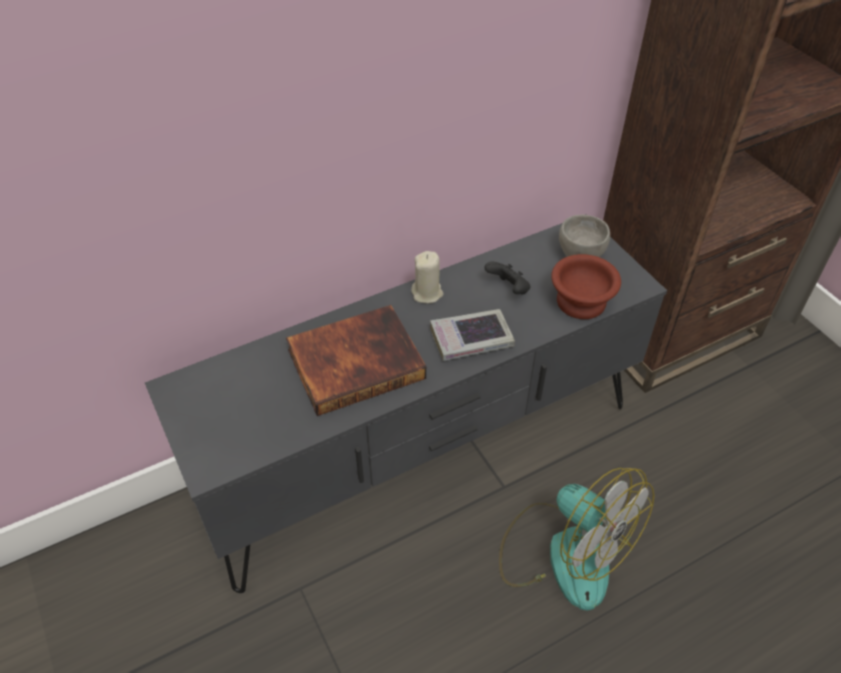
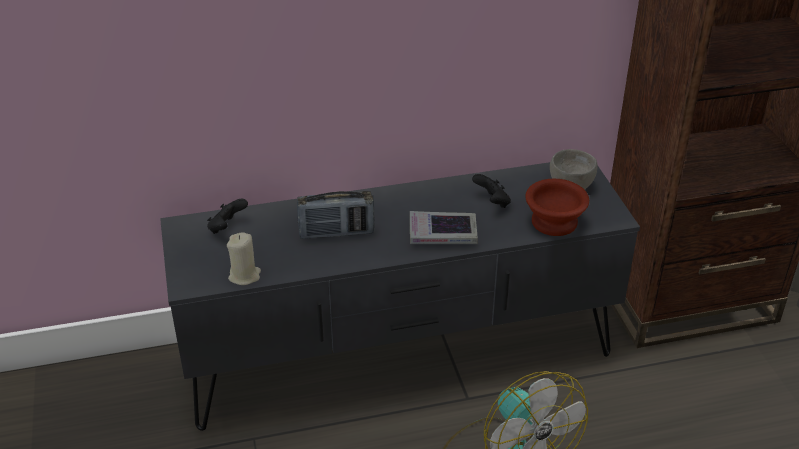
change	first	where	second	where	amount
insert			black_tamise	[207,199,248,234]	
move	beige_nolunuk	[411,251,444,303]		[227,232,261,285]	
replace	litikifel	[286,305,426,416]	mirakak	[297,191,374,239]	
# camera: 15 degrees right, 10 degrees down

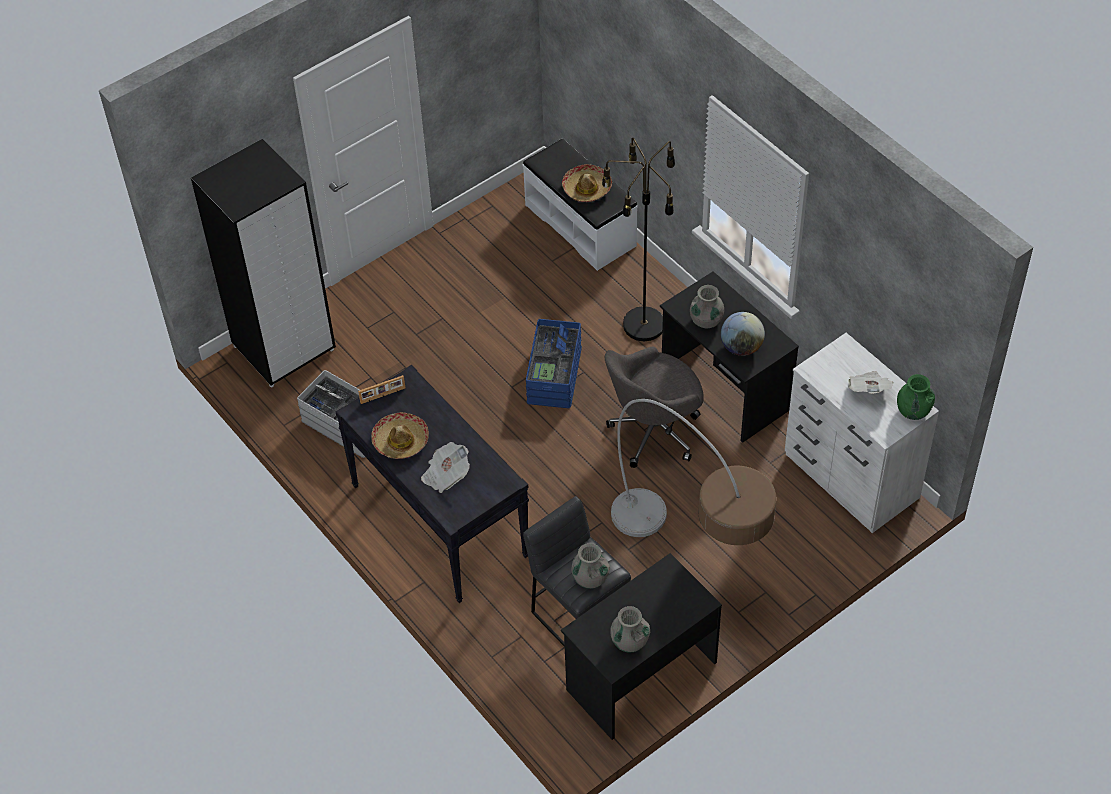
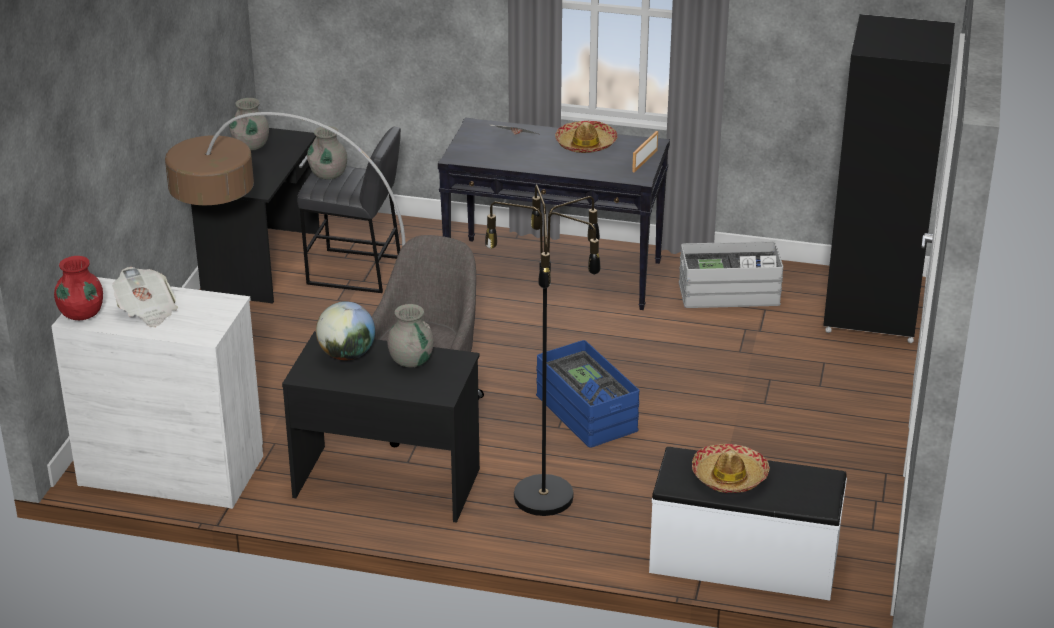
change	first	where	second	where	amount
recolor	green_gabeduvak	[897,374,935,420]	red_gabeduvak	[54,256,103,320]	
# camera: 140 degrees right, 20 degrees down

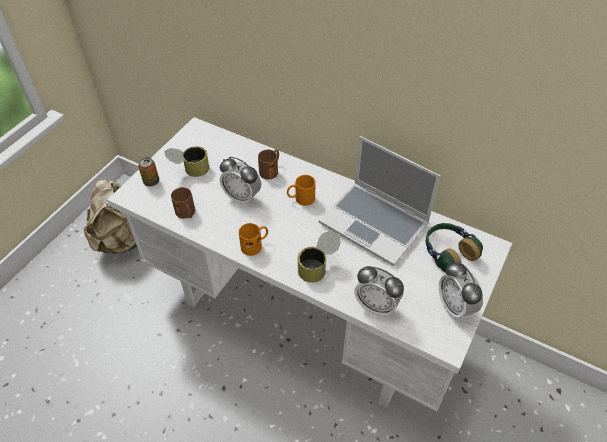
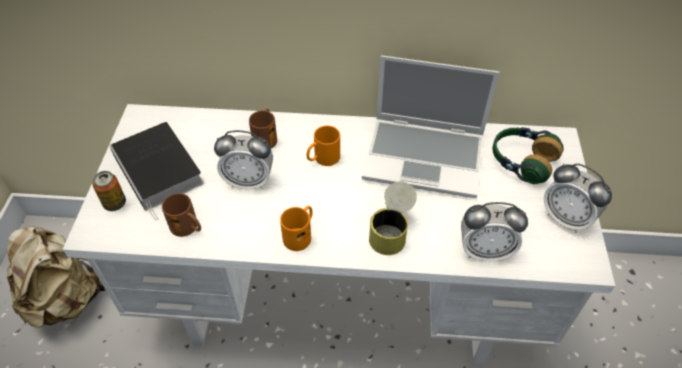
change	first	where	second	where	amount
replace	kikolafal	[165,146,209,177]	litikifel	[109,122,204,221]	
# camera: 25 degrees left, 0 degrees up

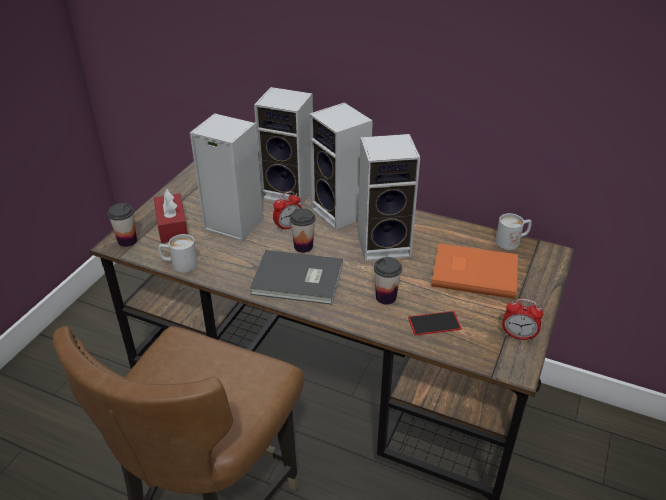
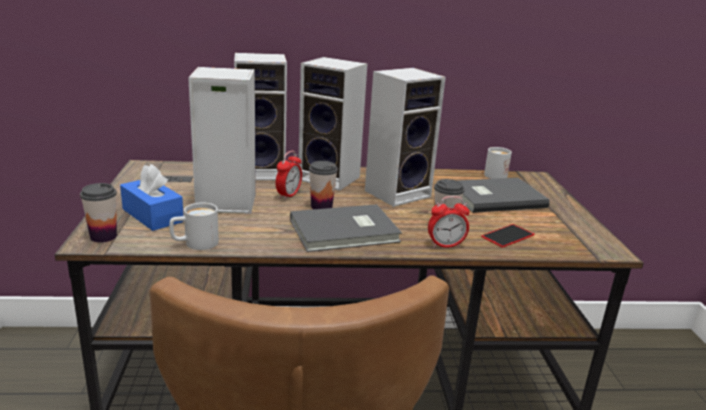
change	first	where	second	where	amount
move	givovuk	[502,299,543,341]		[428,196,470,248]	
recolor	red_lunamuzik	[154,189,188,243]	blue_lunamuzik	[120,164,184,231]	
recolor	orange_litikifel	[431,243,518,299]	grey_litikifel	[458,178,550,213]	
# camera: 30 degrees left, 15 degrees down

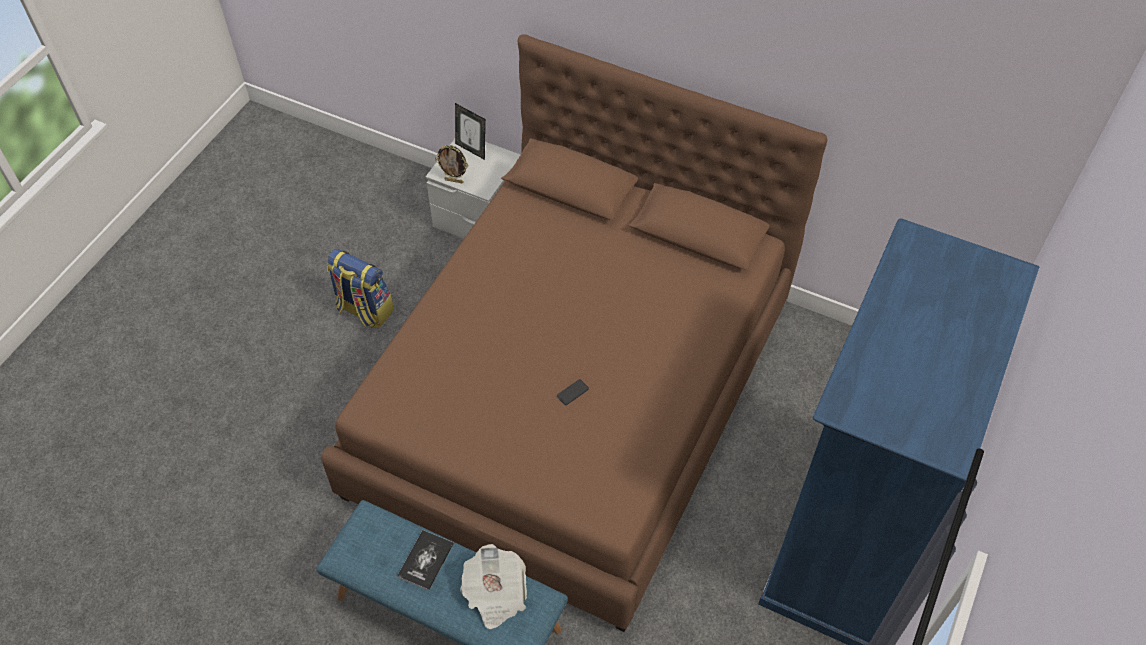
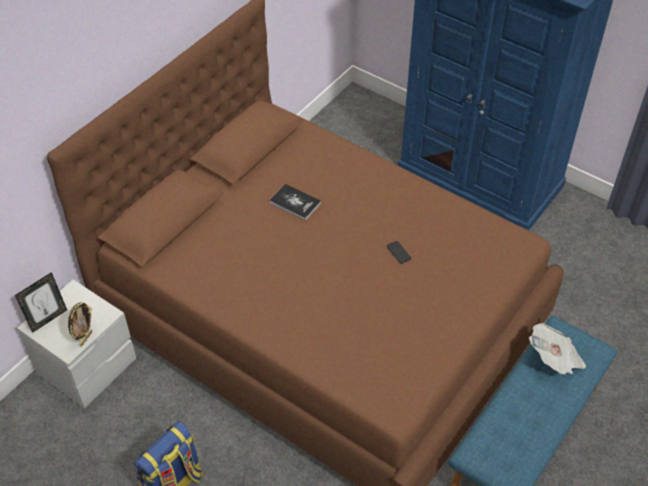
change	first	where	second	where	amount
move	litikifel	[397,530,454,591]		[269,184,321,221]	
# camera: 80 degrees left, 5 degrees down

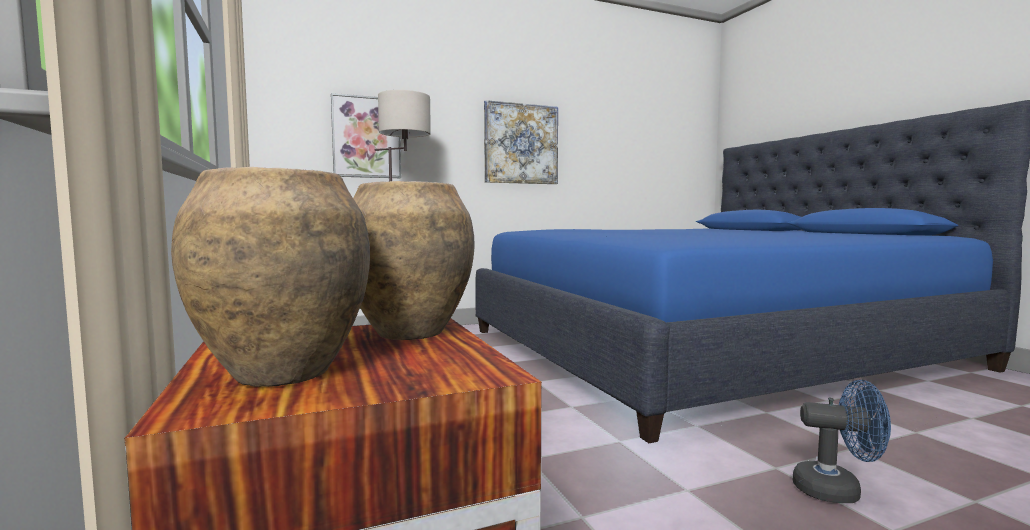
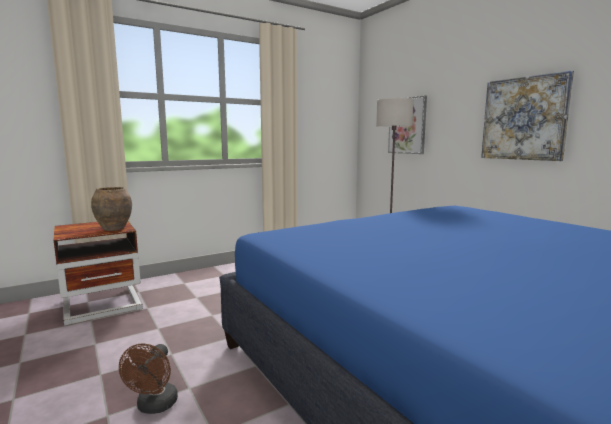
change	first	where	second	where	amount
delete	brown_gabeduvak	[171,167,370,387]			
recolor	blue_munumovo	[793,380,891,503]	brown_munumovo	[119,344,178,414]	
# camera: 80 degrees right, 5 degrees up

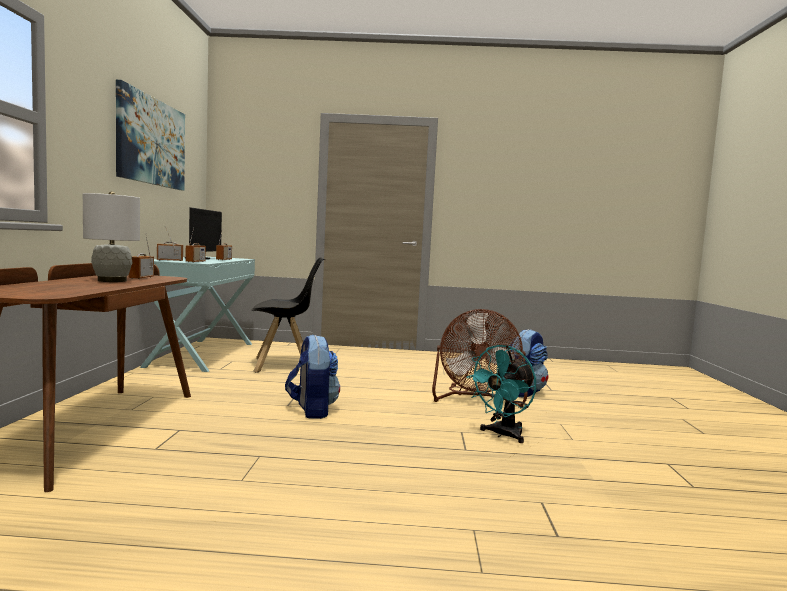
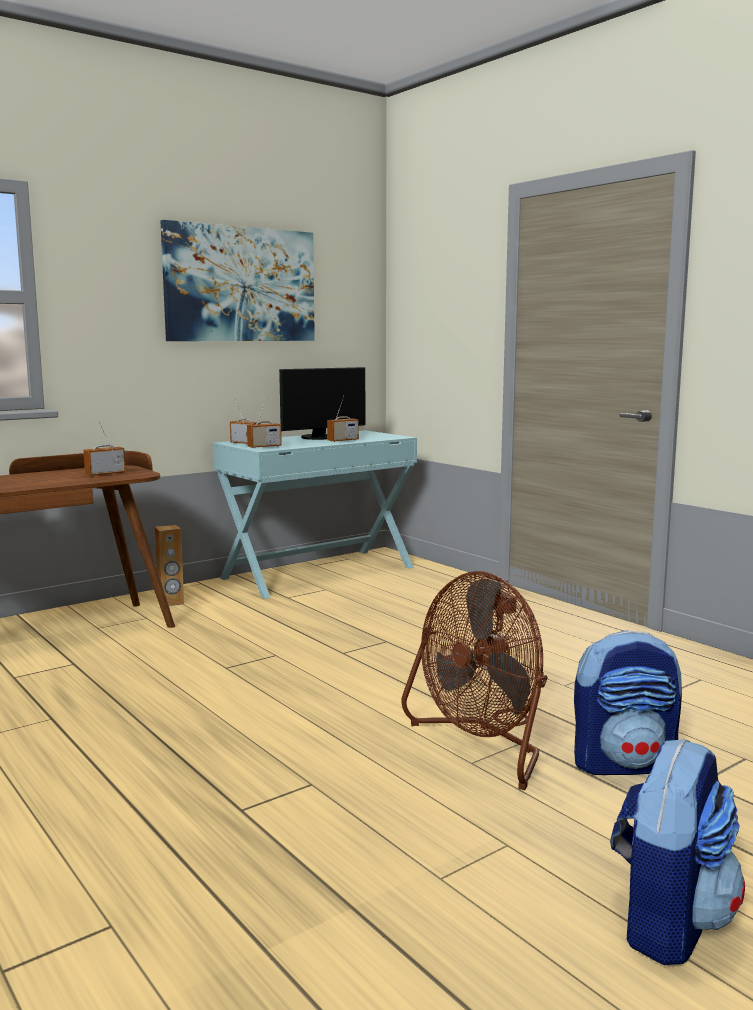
change	first	where	second	where	amount
delete	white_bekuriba	[83,191,140,282]			
delete	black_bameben	[251,257,325,373]			
delete	turquoise_munumovo	[466,345,536,443]			
insert			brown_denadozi	[155,525,184,606]	
move	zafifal	[285,334,340,419]		[610,738,745,965]	
# camera: 50 degrees right, 5 degrees up

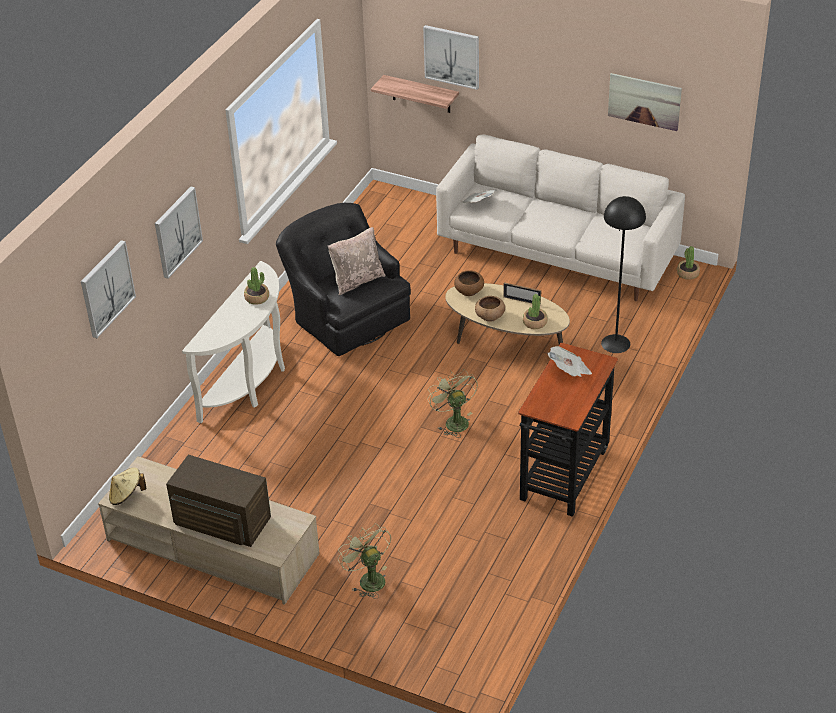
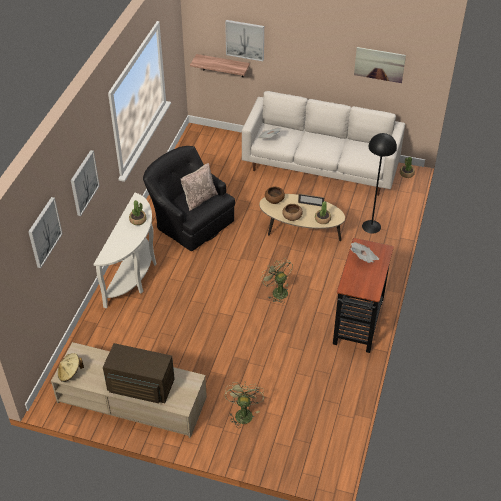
change	first	where	second	where	amount
rotate	green_munumovo	[338,523,391,599]		[224,381,264,427]	45 degrees clockwise
# camera: 10 degrees left, 5 degrees up

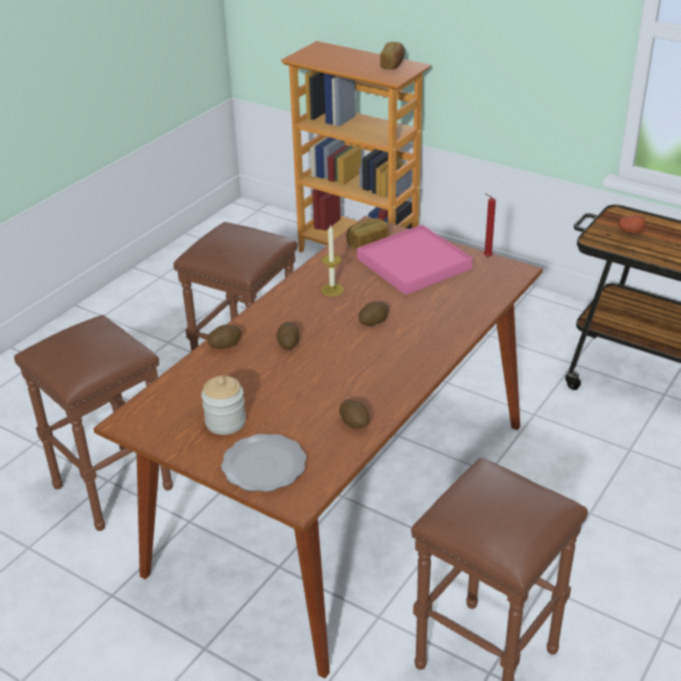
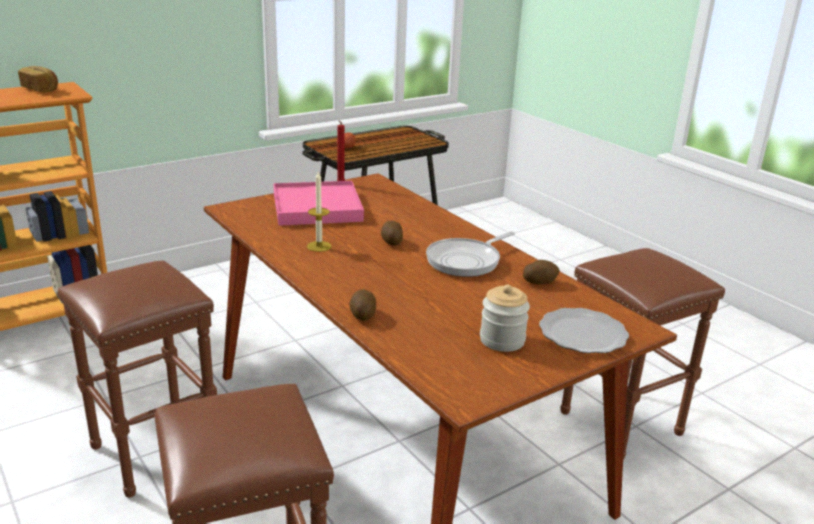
change	first	where	second	where	amount
delete	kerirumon	[276,322,299,350]			
delete	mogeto	[346,218,389,250]			
insert			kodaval	[426,231,515,277]	
# camera: 70 degrees left, 10 degrees down

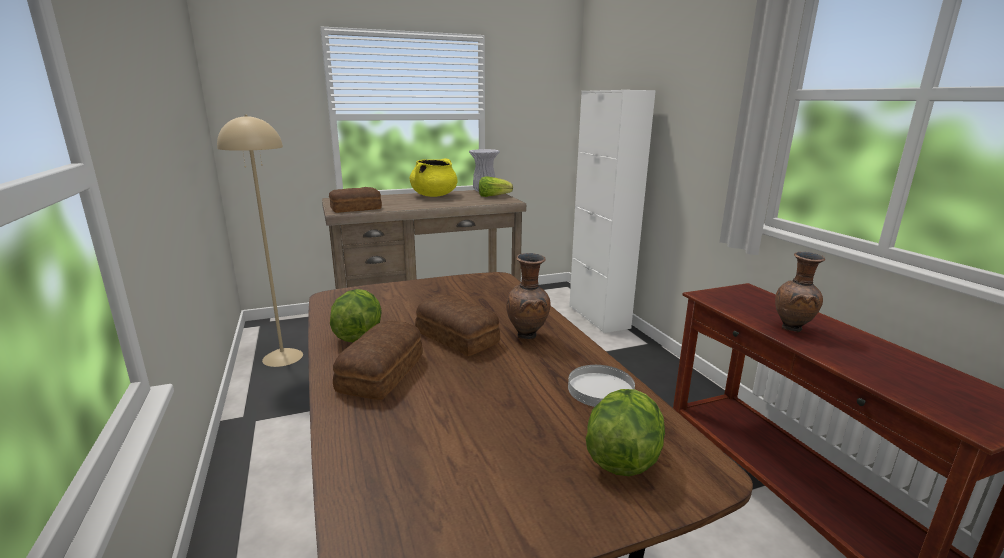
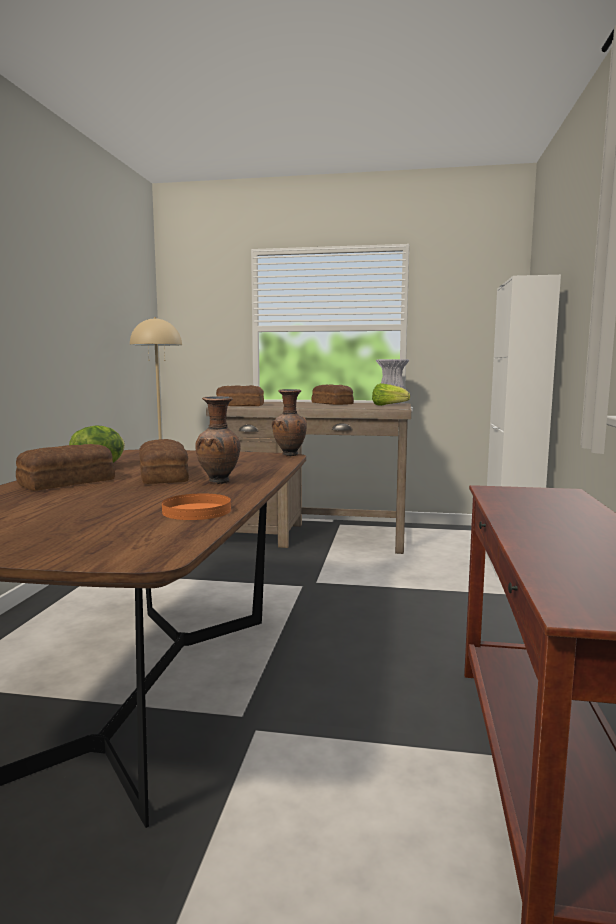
change	first	where	second	where	amount
delete	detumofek	[586,389,665,476]			
move	brown_gabeduvak	[775,252,825,332]		[272,389,307,457]	
replace	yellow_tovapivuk	[410,158,458,197]	mogeto	[312,384,354,405]	
recolor	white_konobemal	[568,365,635,407]	orange_konobemal	[162,493,231,520]	
# camera: 30 degrees right, 10 degrees down

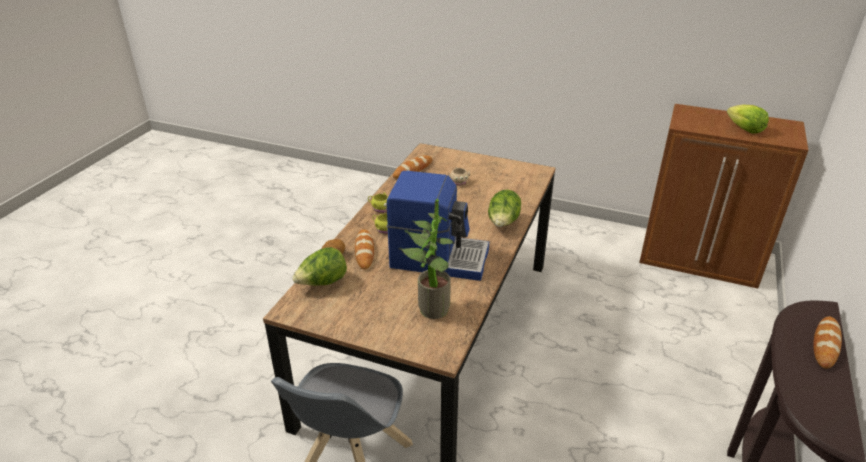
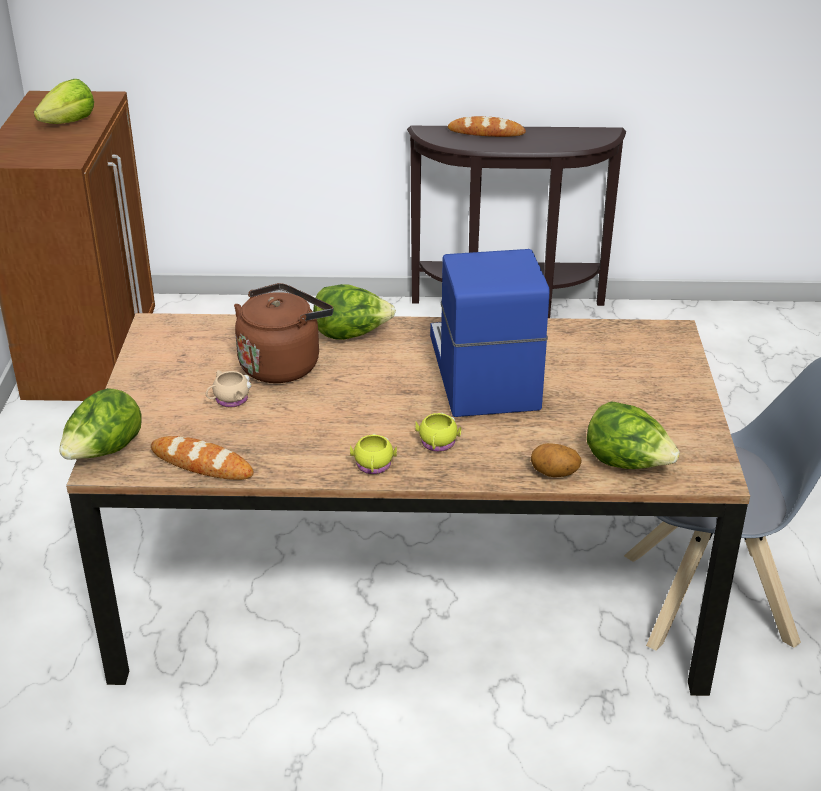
change	first	where	second	where	amount
delete	mogeto	[355,229,374,270]			
delete	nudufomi	[398,198,455,319]			
insert			detumofek	[60,388,142,460]	
insert			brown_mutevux	[234,283,333,383]	
# camera: 110 degrees left, 0 degrees up

